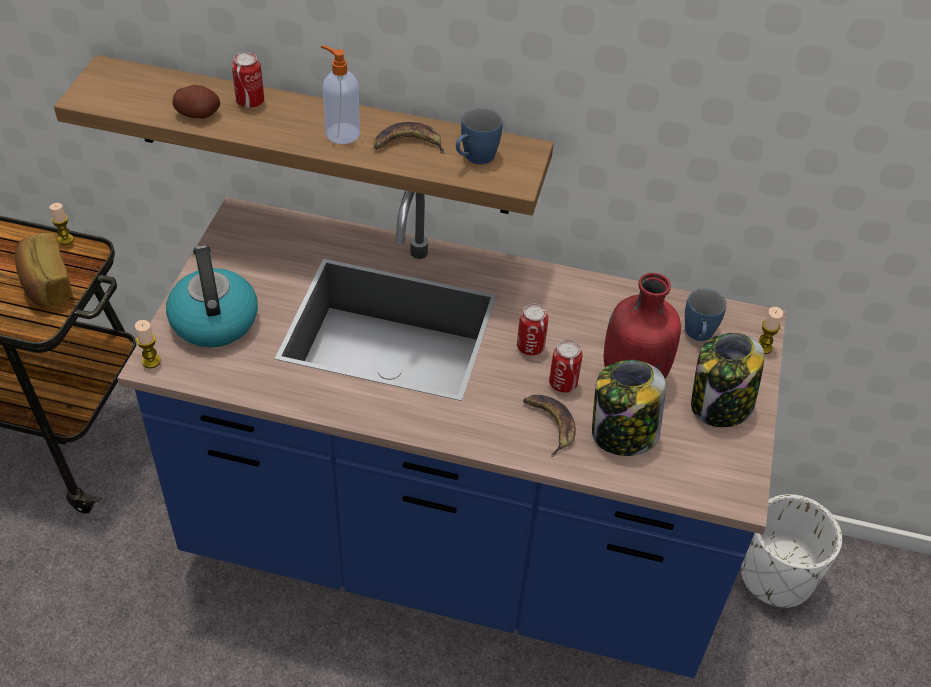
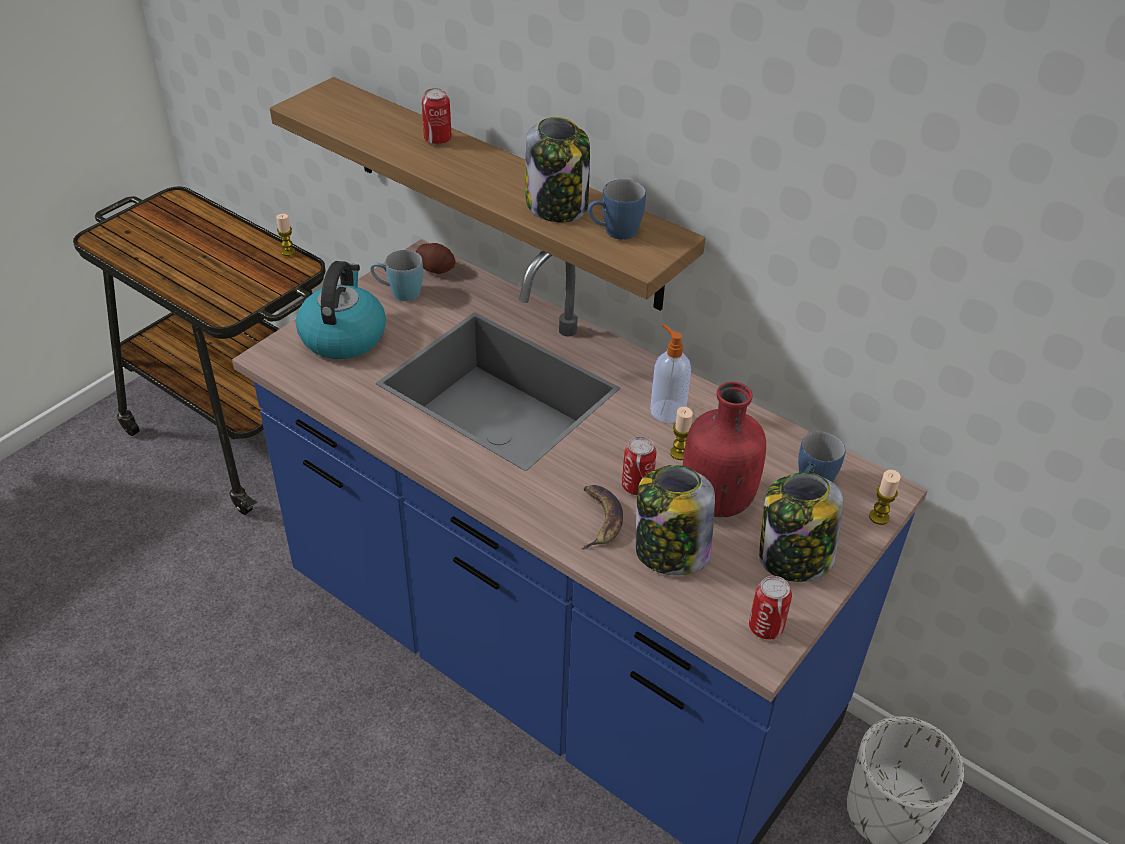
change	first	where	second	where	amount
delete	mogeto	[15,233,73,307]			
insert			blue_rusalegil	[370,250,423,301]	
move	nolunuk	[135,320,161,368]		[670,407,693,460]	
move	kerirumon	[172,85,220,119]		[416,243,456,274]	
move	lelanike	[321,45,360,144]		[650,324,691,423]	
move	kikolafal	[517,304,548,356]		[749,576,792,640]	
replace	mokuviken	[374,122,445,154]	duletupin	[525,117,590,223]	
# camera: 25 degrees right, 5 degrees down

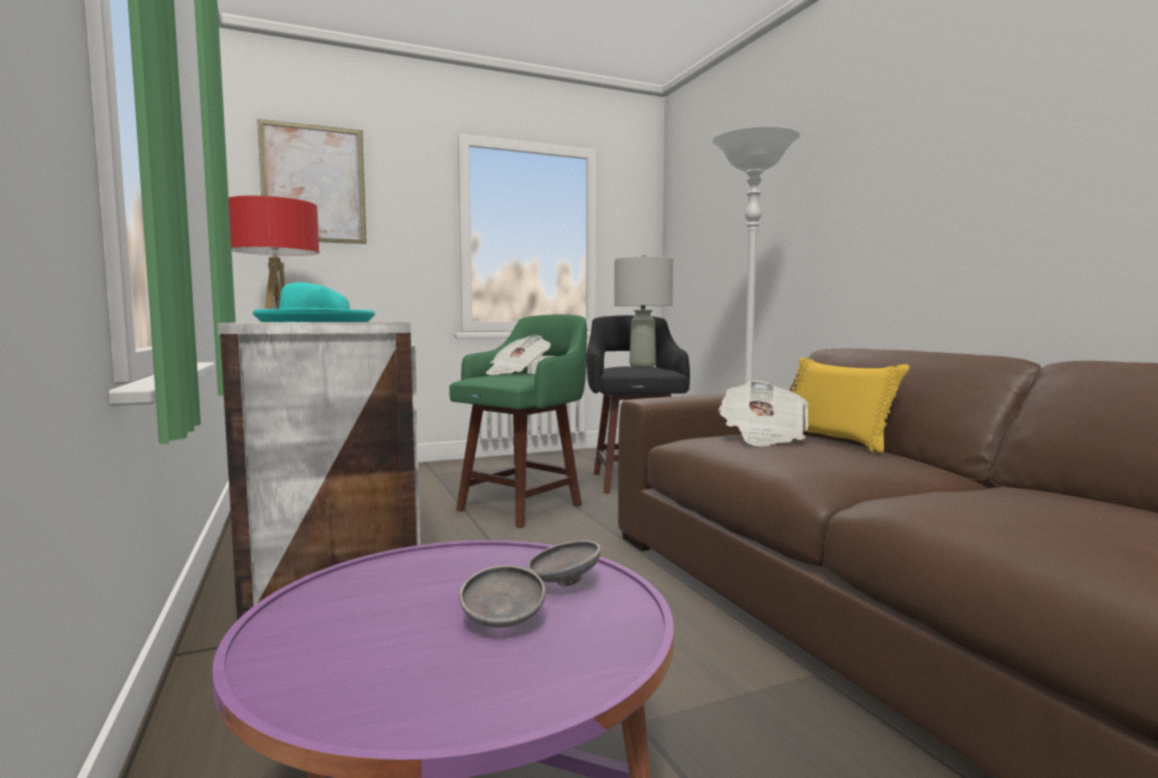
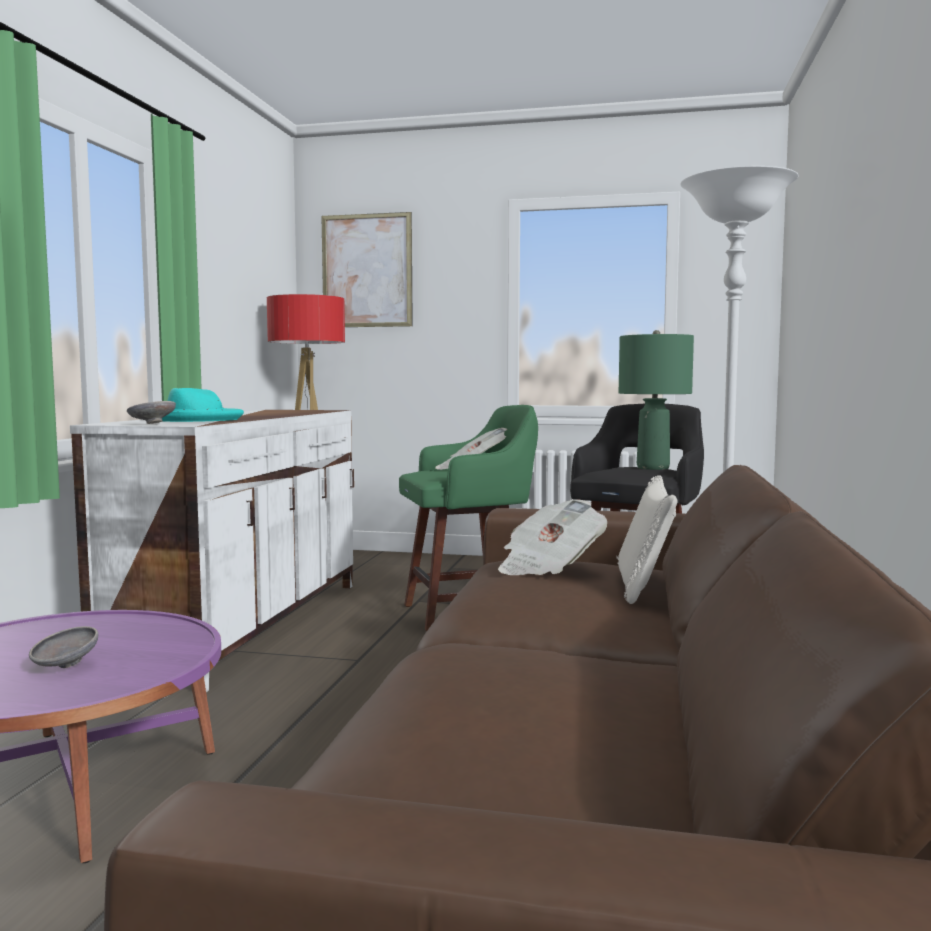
change	first	where	second	where	amount
move	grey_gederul	[527,540,601,586]		[127,401,176,424]	
recolor	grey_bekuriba	[614,255,673,367]	green_bekuriba	[619,330,694,470]	
recolor	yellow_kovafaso	[792,358,909,453]	white_kovafaso	[616,475,678,604]	
# camera: 35 degrees right, 0 degrees up

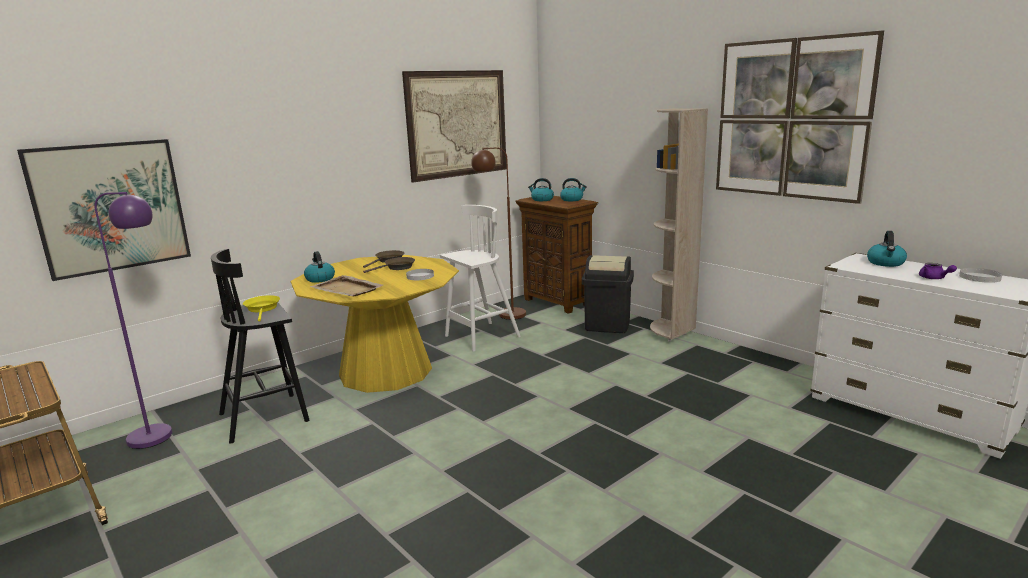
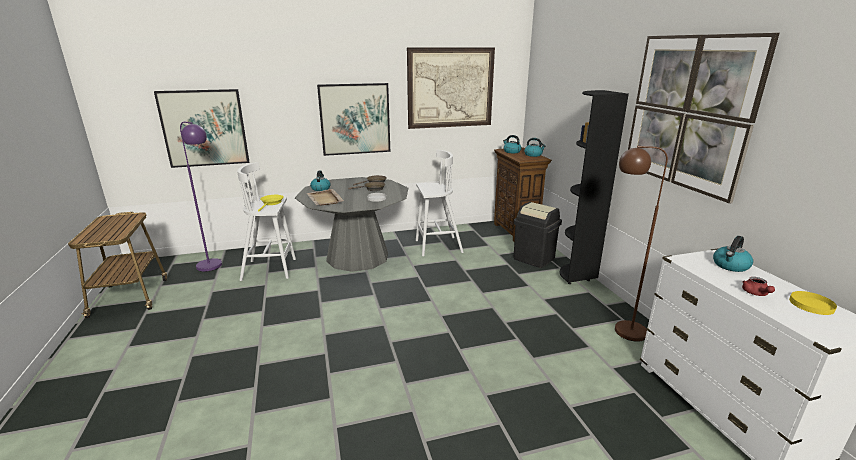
change	first	where	second	where	amount
insert			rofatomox	[317,83,390,156]	
move	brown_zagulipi	[471,147,526,320]		[615,146,668,342]	
recolor	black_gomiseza	[211,249,309,444]	white_gomiseza	[237,162,296,281]	
recolor	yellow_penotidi	[291,255,459,393]	grey_penotidi	[295,177,408,272]	
recolor	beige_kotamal	[650,108,708,342]	black_kotamal	[560,90,629,284]	
recolor	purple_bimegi	[919,263,957,279]	red_bimegi	[742,277,775,296]	
recolor	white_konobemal	[959,268,1002,283]	yellow_konobemal	[789,291,837,315]	
# camera: 25 degrees right, 5 degrees up

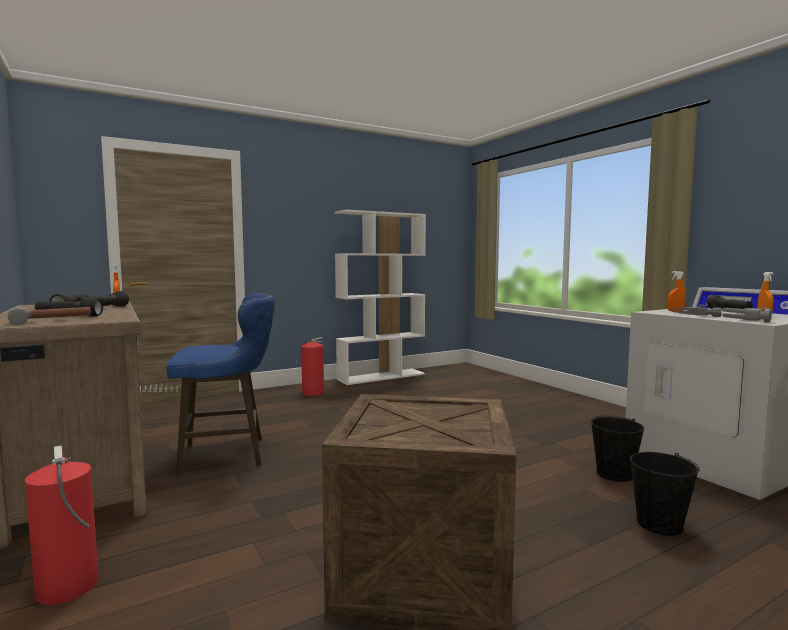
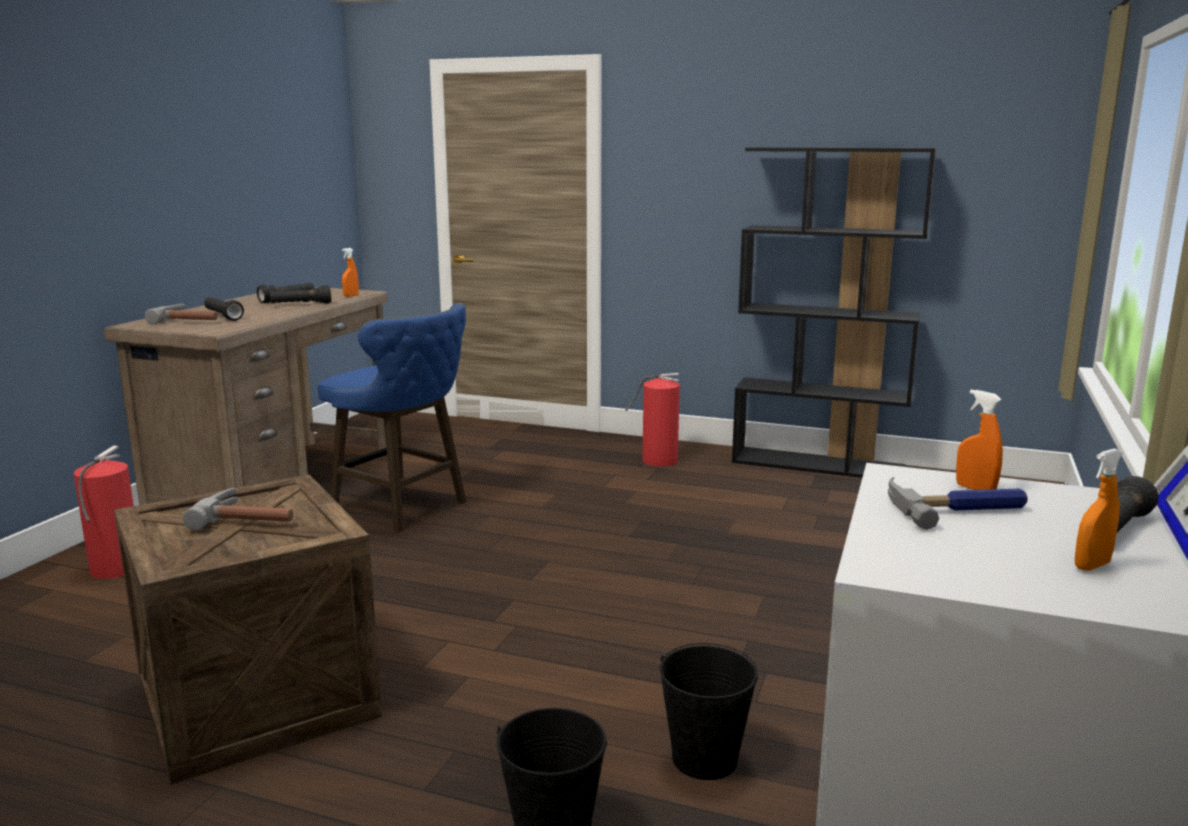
change	first	where	second	where	amount
move	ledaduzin	[722,307,772,322]		[183,488,293,531]	
recolor	white_kotamal	[334,209,426,385]	black_kotamal	[732,147,936,478]	
# camera: 50 degrees right, 10 degrees up

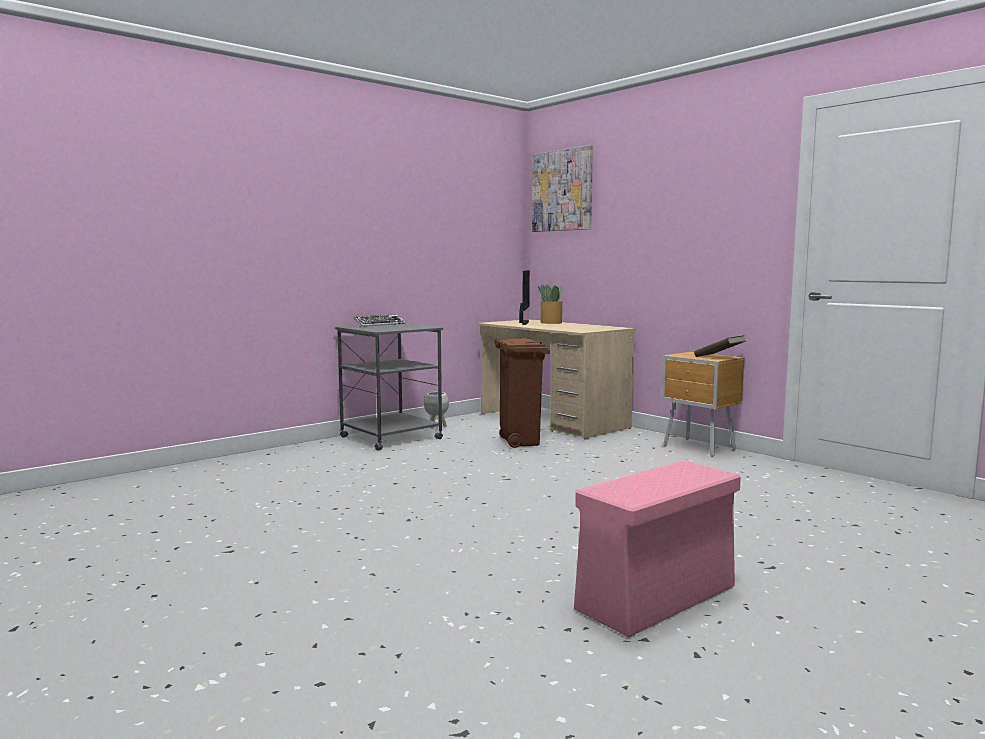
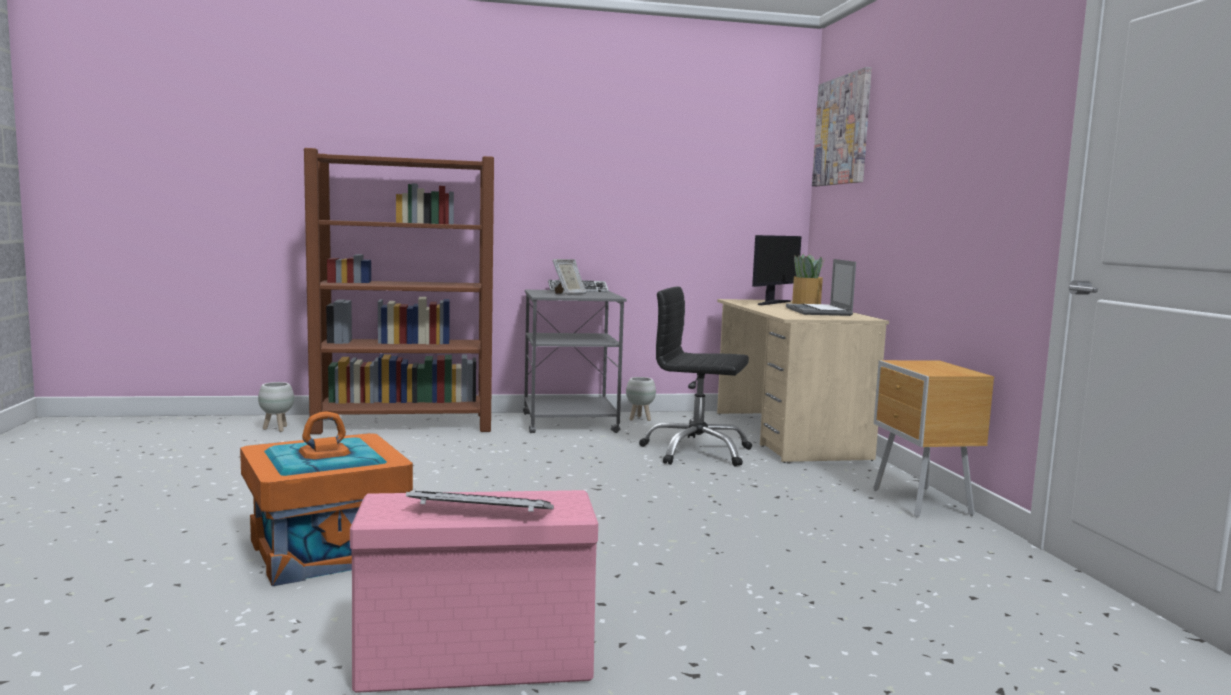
change	first	where	second	where	amount
delete	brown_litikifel	[694,335,746,357]			
insert			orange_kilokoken	[240,412,413,586]	
insert			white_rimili	[258,382,294,432]	
insert			brown_kotamal	[304,148,494,434]	
insert			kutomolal	[406,491,554,512]	
insert			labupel	[552,259,587,295]	
insert			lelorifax	[786,259,856,316]	
replace	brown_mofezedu	[494,337,550,448]	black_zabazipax	[639,287,752,467]	
# camera: 30 degrees right, 0 degrees up

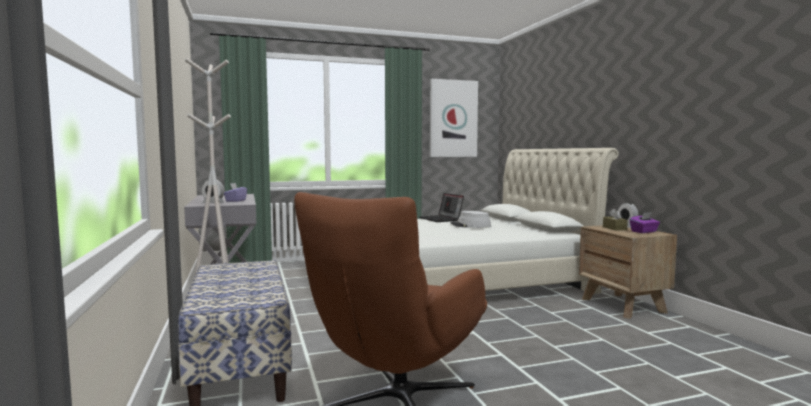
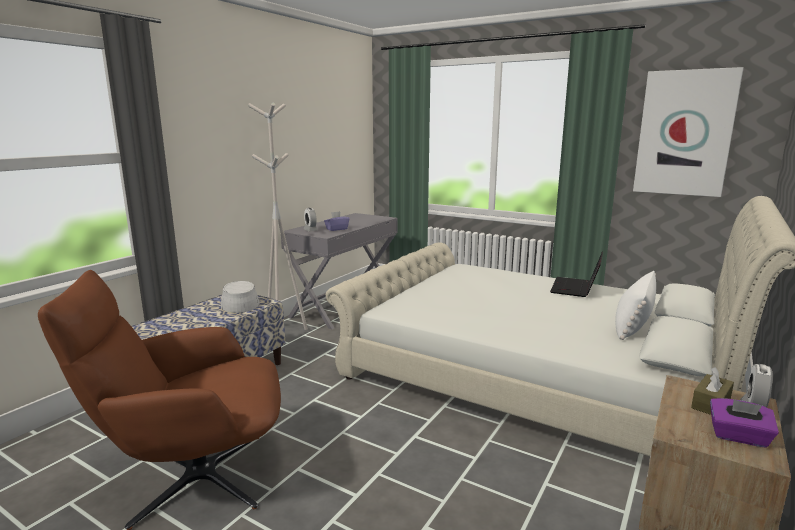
change	first	where	second	where	amount
insert			white_kovafaso	[615,271,656,340]	
move	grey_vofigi	[450,211,491,228]		[221,281,260,313]	
# camera: 50 degrees right, 10 degrees up

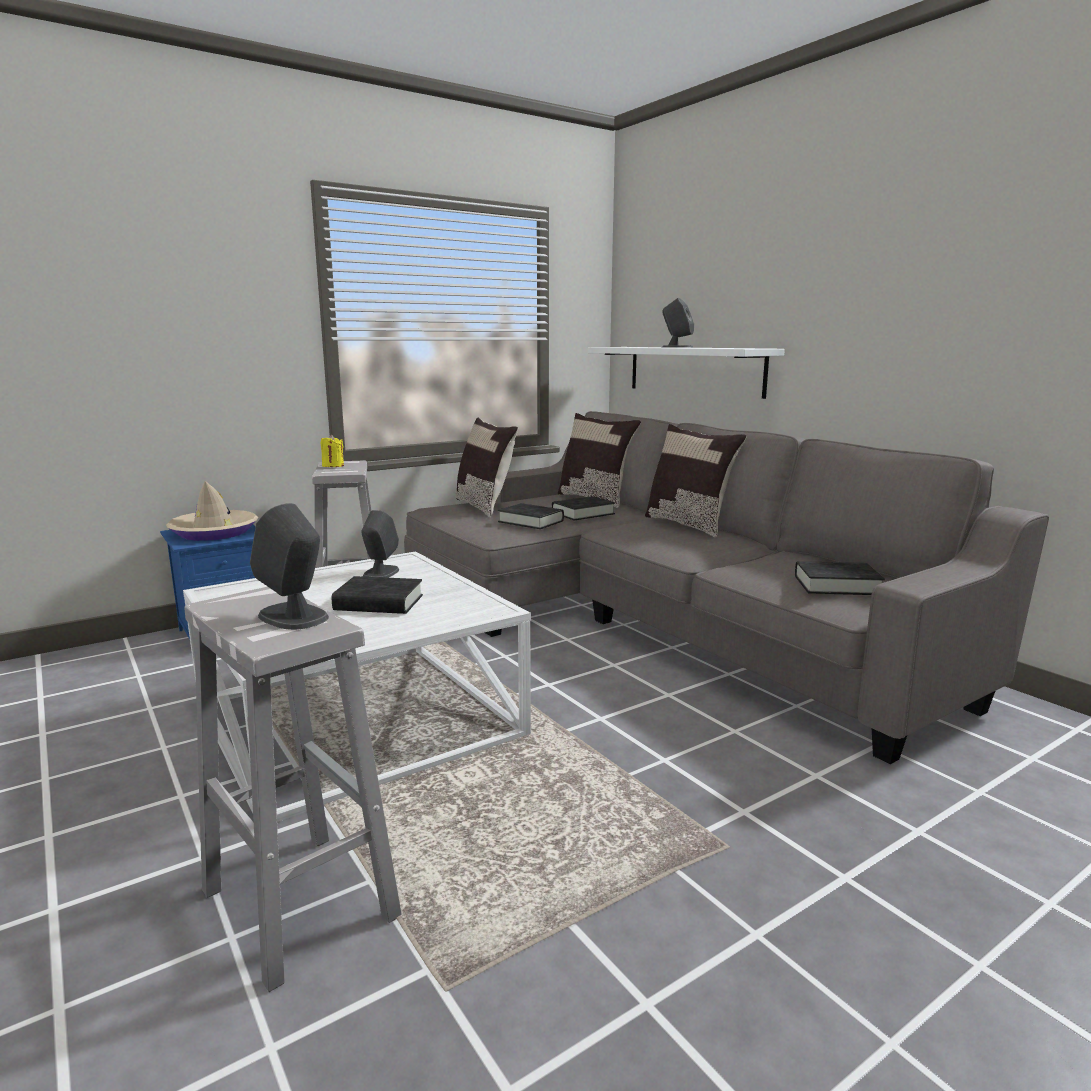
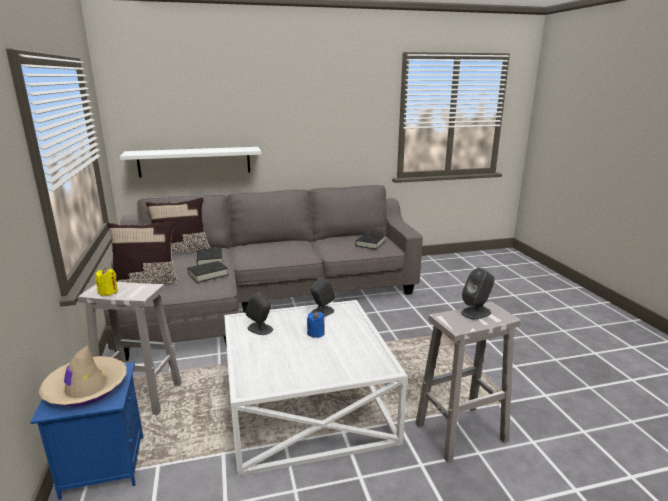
change	first	where	second	where	amount
delete	kovafaso	[645,424,747,538]			
move	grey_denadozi	[662,298,694,348]		[310,277,335,317]	
replace	black_litikifel	[332,576,423,614]	blue_nolunuk	[307,311,325,338]	
# camera: 70 degrees left, 5 degrees up

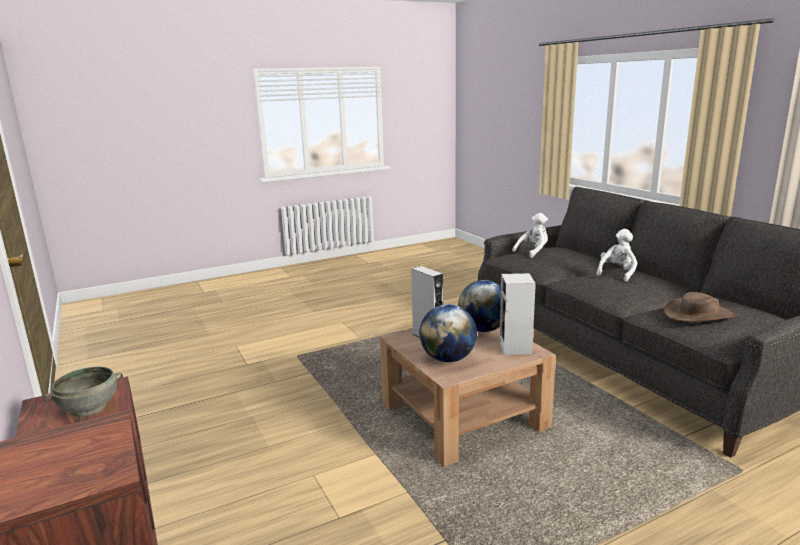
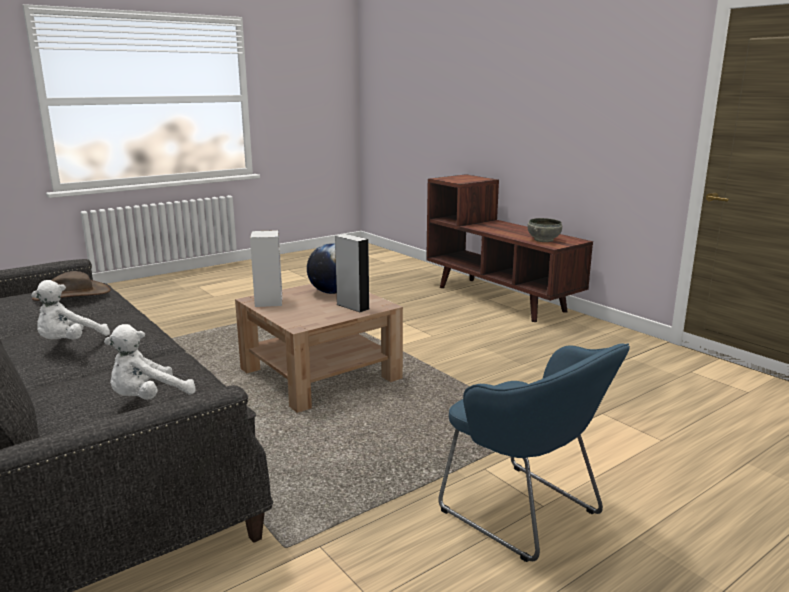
change	first	where	second	where	amount
delete	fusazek	[458,280,501,332]			
insert			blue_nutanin	[438,343,630,562]	
# camera: 170 degrees right, 0 degrees up

